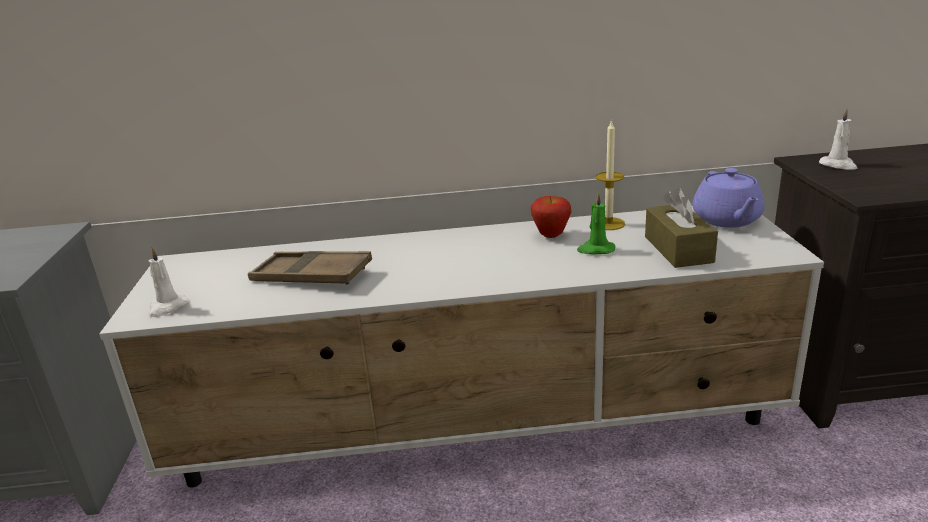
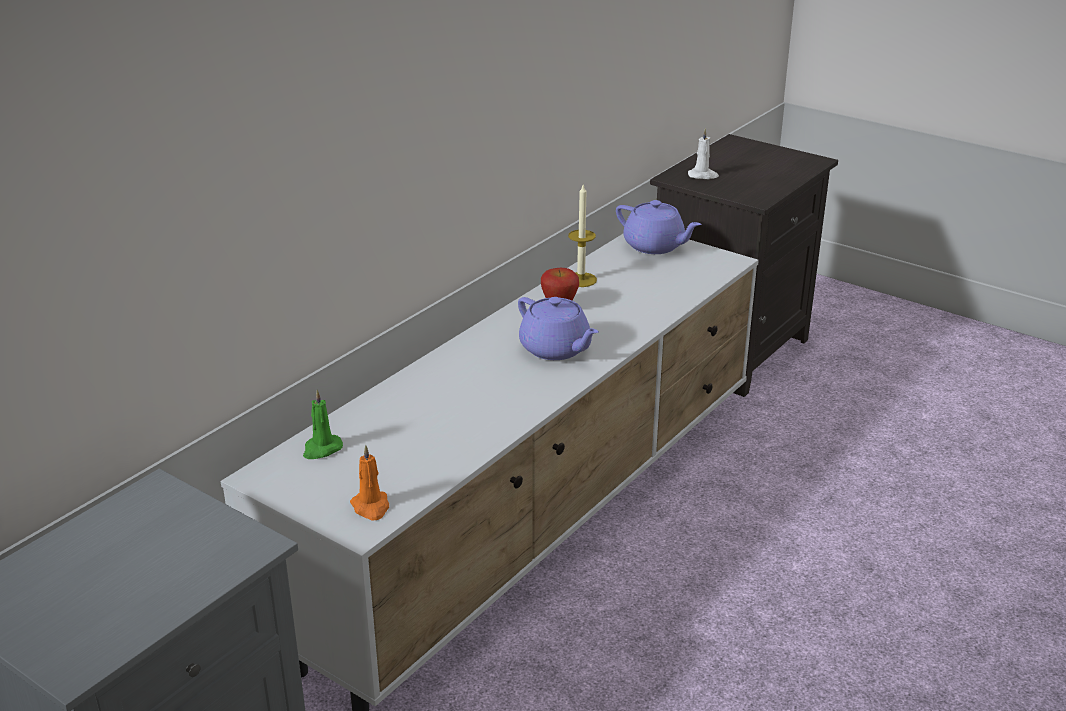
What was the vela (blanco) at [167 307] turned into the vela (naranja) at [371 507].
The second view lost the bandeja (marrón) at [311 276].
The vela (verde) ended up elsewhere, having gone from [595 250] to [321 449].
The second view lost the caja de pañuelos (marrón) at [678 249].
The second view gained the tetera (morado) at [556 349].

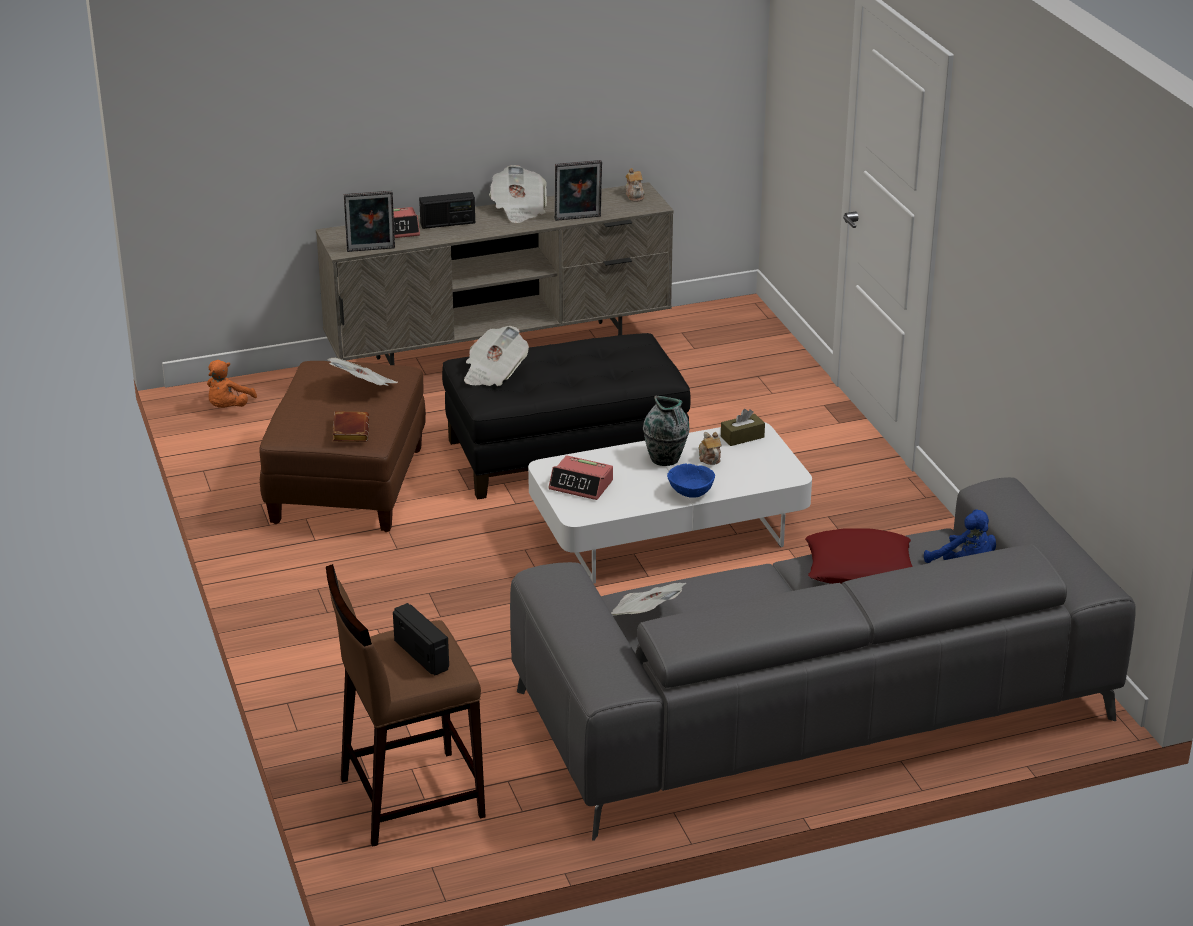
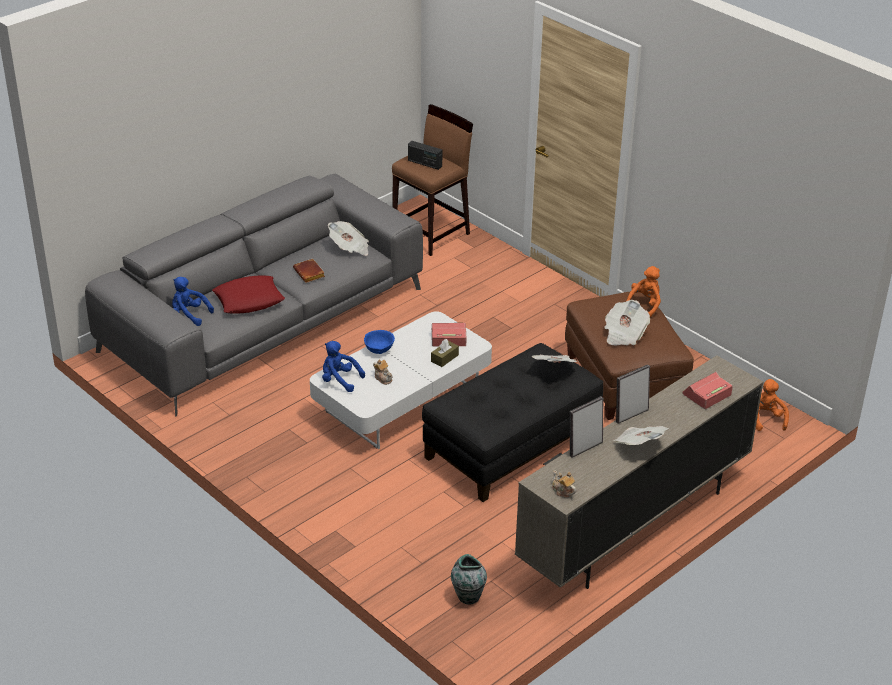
The libro (marrón) ended up elsewhere, having gone from [349 430] to [310 273].
The portarretratos ended up elsewhere, having gone from [371 250] to [630 414].
The second view lost the radio at [448 223].
The florero ended up elsewhere, having gone from [665 459] to [468 596].
The caja de pañuelos (marrón) ended up elsewhere, having gone from [742 437] to [444 358].
The second view gained the peluche (azul) at [339 380].
The second view gained the peluche (naranja) at [644 305].

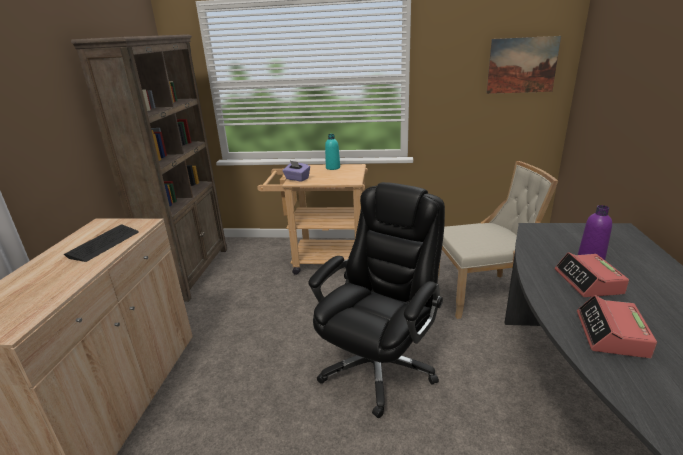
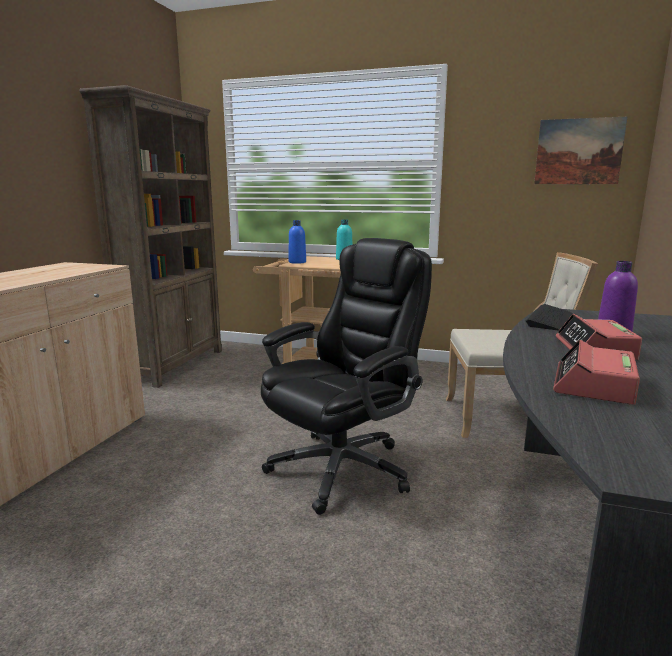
The teclado ended up elsewhere, having gone from [104 244] to [550 319].
Where the caja de pañuelos (morado) stood at [297 179], the botella (azul) came to stand at [297 262].

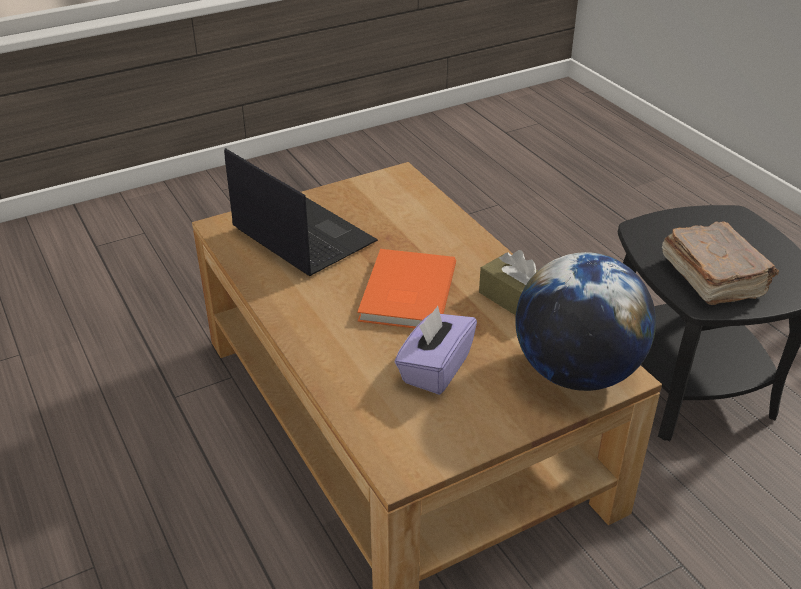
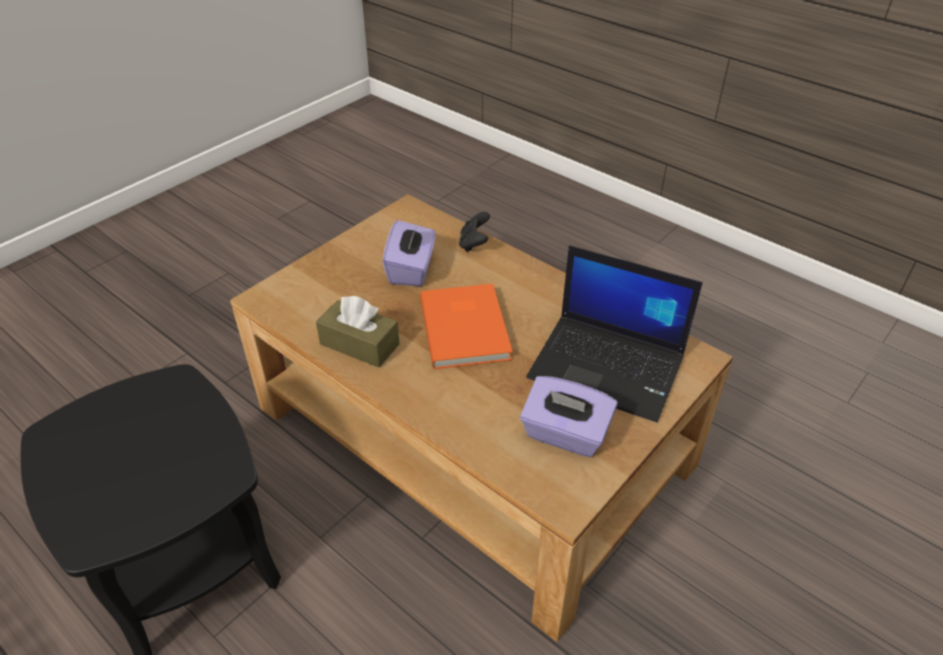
The second view lost the globo terráqueo at [576 372].
The second view lost the libro (marrón) at [712 277].
The second view gained the mando de consola (negro) at [474 244].
The second view gained the caja de pañuelos (morado) at [565 434].

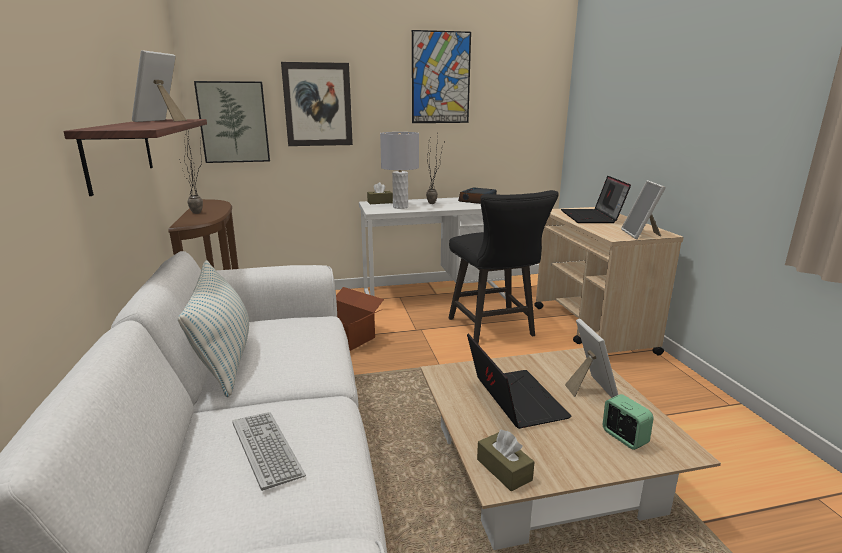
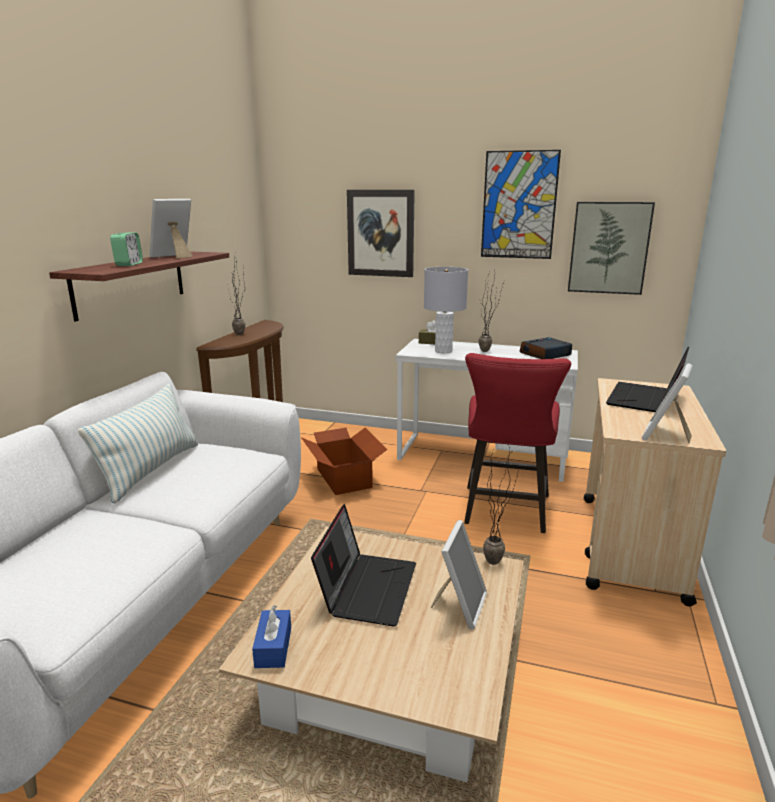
The cuadro ended up elsewhere, having gone from [234 122] to [609 248].
The second view lost the teclado at [266 449].
What was the taburete (negro) at [494 329] turned into the taburete (rojo) at [505 512].
What was the caja de pañuelos (marrón) at [504 469] turned into the caja de pañuelos (azul) at [273 647].
The despertador ended up elsewhere, having gone from [624 437] to [129 264].
The second view gained the planta en maceta at [498 560].

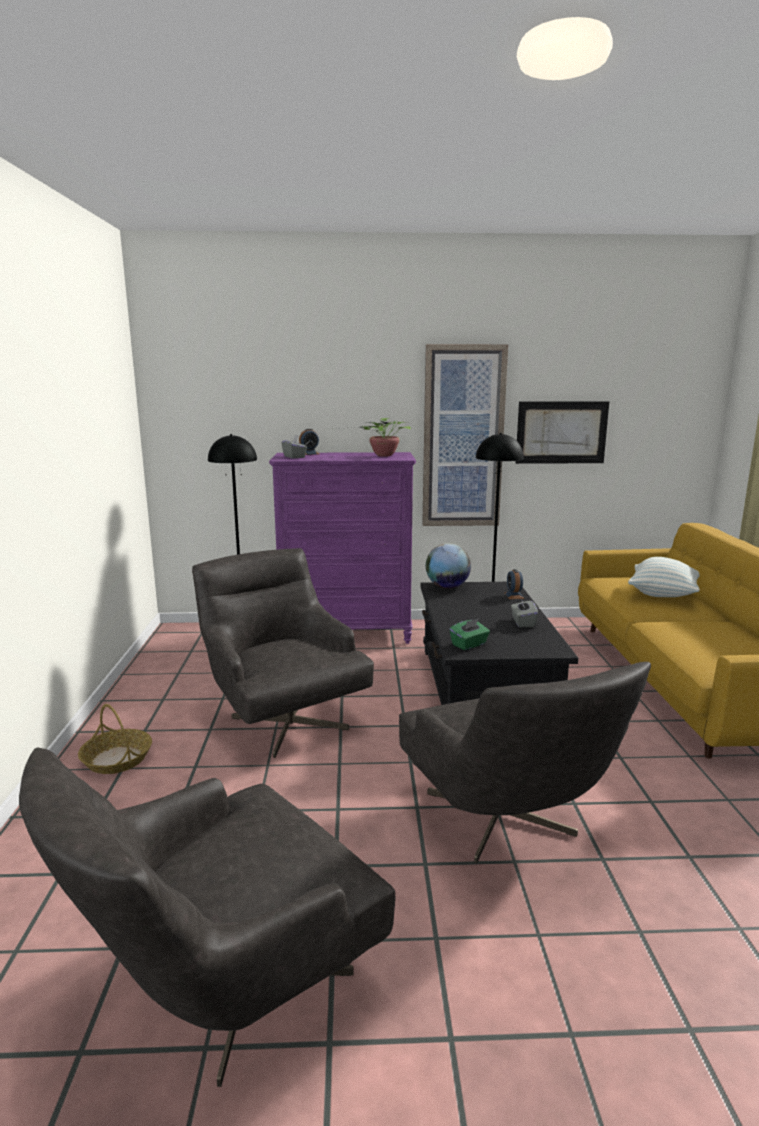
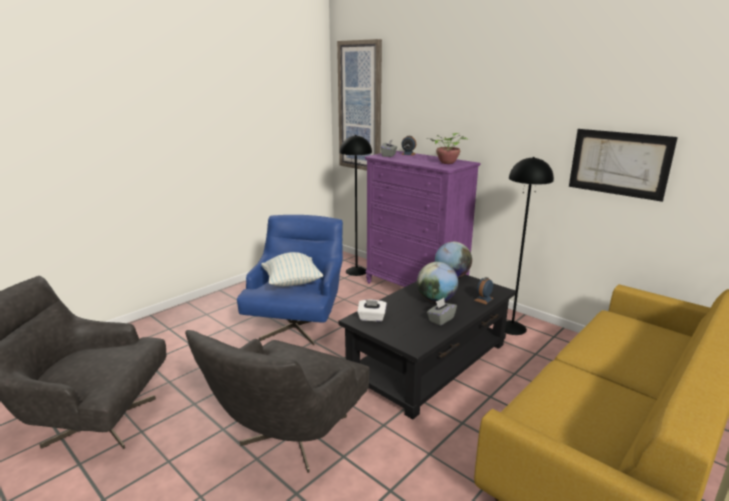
The second view lost the cesta at [117 759].
What was the sillón (gris) at [282 717] turned into the sillón (azul) at [298 323].
The cuadro ended up elsewhere, having gone from [463 437] to [360 107].
What was the caja de pañuelos (verde) at [469 645] turned into the caja de pañuelos (blanco) at [371 318].
The cojín ended up elsewhere, having gone from [662 594] to [292 283].
The second view gained the globo terráqueo at [436 300].

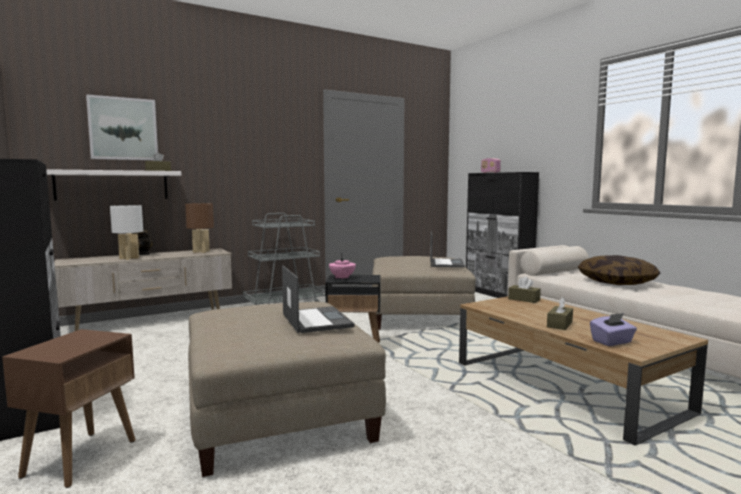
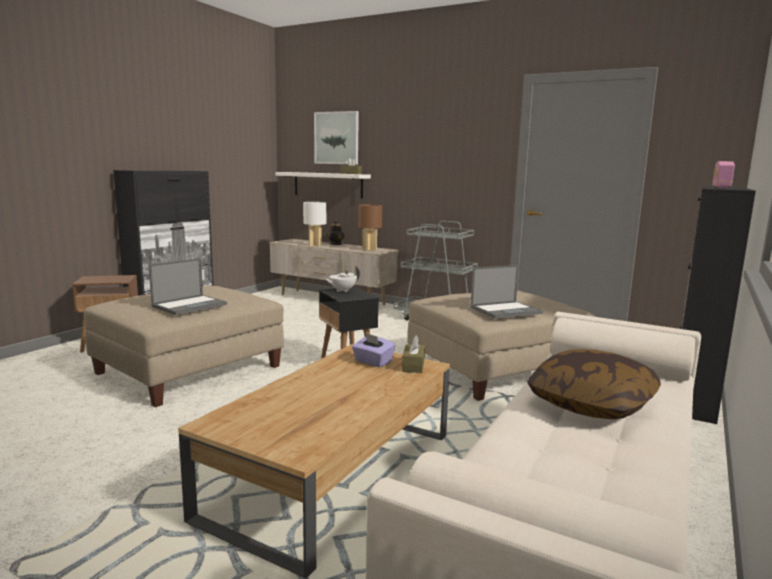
What was the tetera (rosa) at [342 278] turned into the tetera (blanco) at [342 290].
The second view lost the caja de pañuelos (marrón) at [559 324].
The caja de pañuelos (morado) ended up elsewhere, having gone from [612 342] to [373 362].

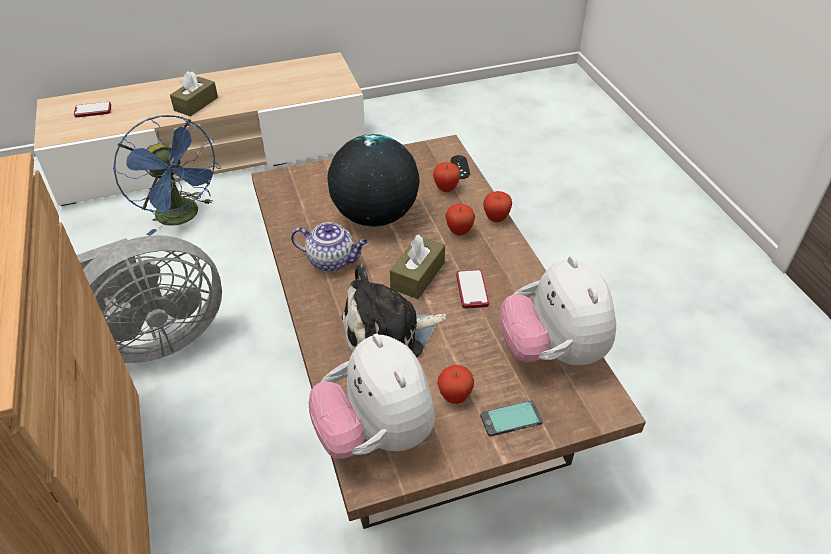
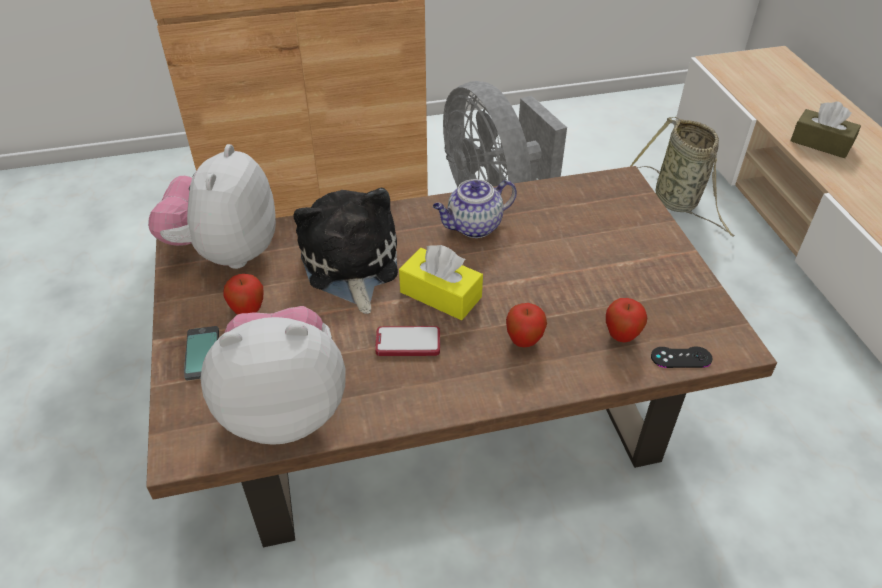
The second view lost the móvil at [93 110].
Where the ventilador (azul) stood at [183 217], the cesta came to stand at [678 203].
The tetera at [332 261] ended up facing another way, 45 degrees clockwise from before.
The peluche at [376 434] ended up facing another way, 60 degrees counterclockwise from before.
The second view lost the globo terráqueo at [374 216].
What was the caja de pañuelos (marrón) at [417 276] turned into the caja de pañuelos (amarillo) at [440 294].
The second view lost the manzana at [496 219].

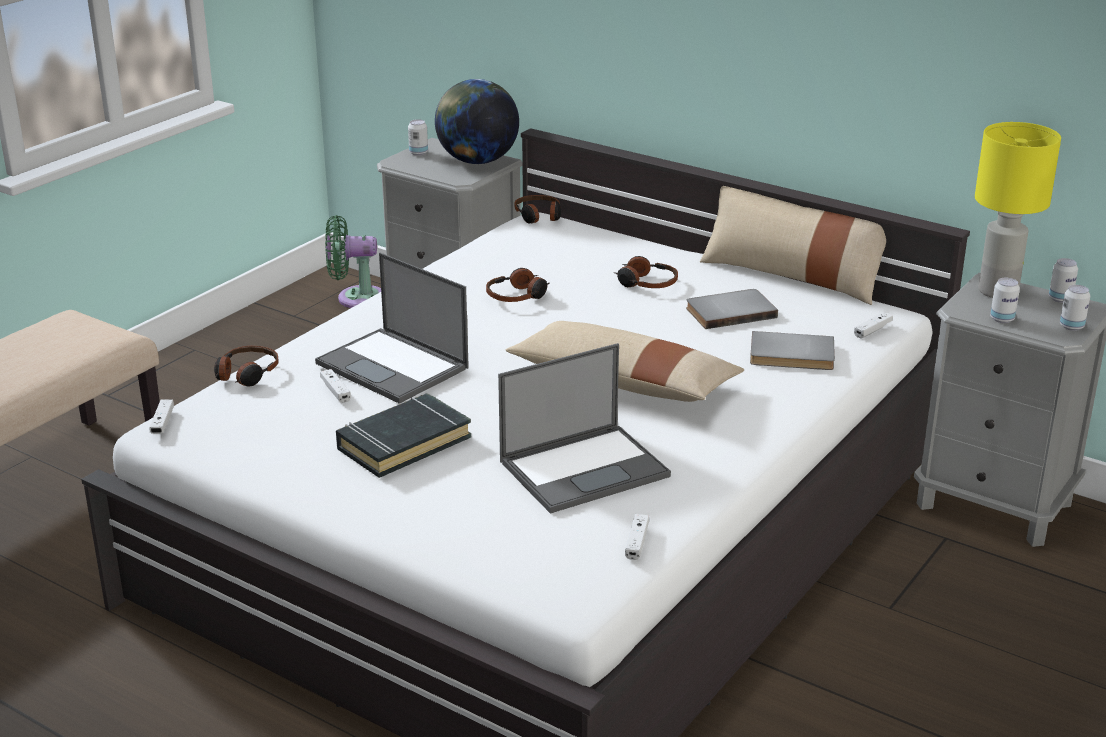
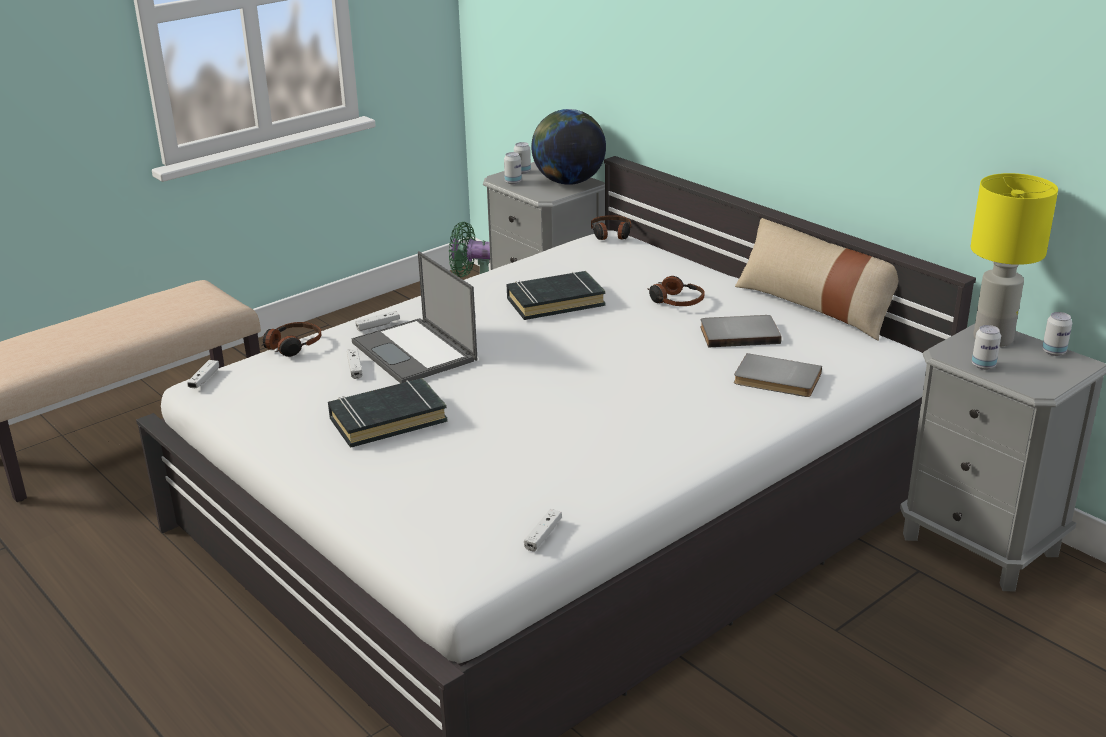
Where the auriculares stood at [517 296], the libro (negro) came to stand at [555 301].
The second view lost the portátil at [585 468].
The second view lost the cojín (beis) at [623 383].
The mando de consola (blanco) ended up elsewhere, having gone from [872 330] to [378 325].
The lata ended up elsewhere, having gone from [1071 326] to [513 182].

